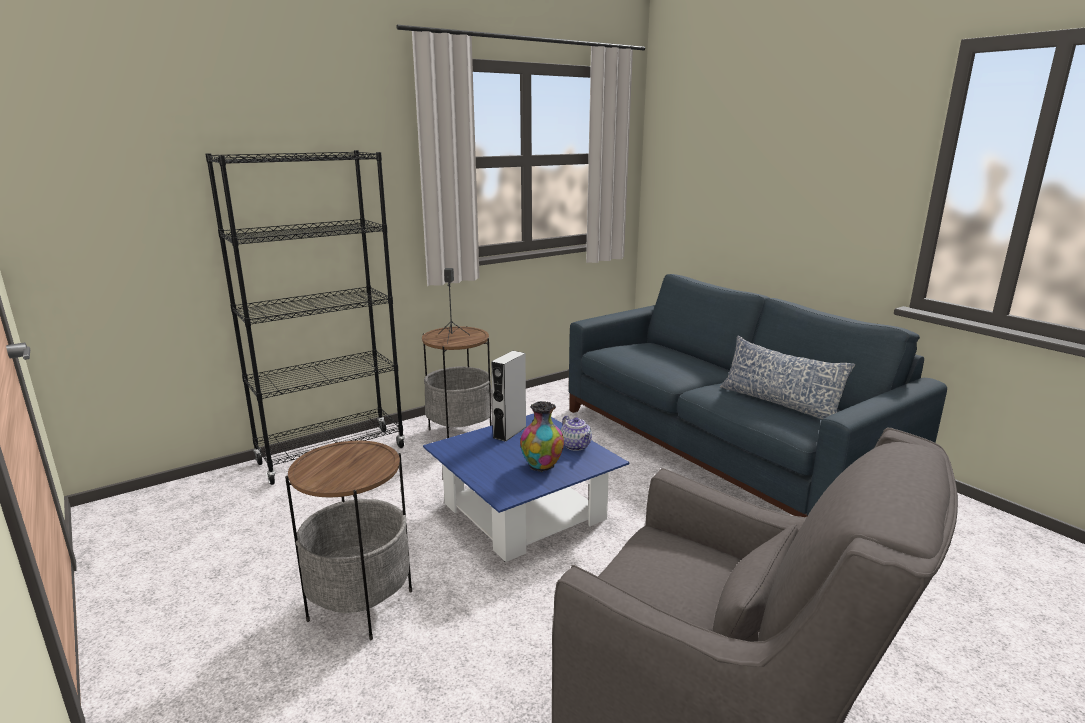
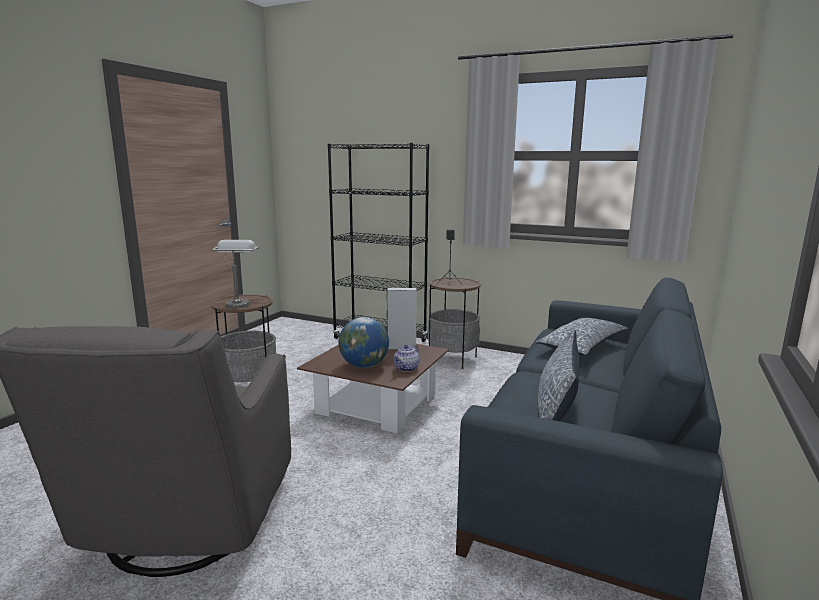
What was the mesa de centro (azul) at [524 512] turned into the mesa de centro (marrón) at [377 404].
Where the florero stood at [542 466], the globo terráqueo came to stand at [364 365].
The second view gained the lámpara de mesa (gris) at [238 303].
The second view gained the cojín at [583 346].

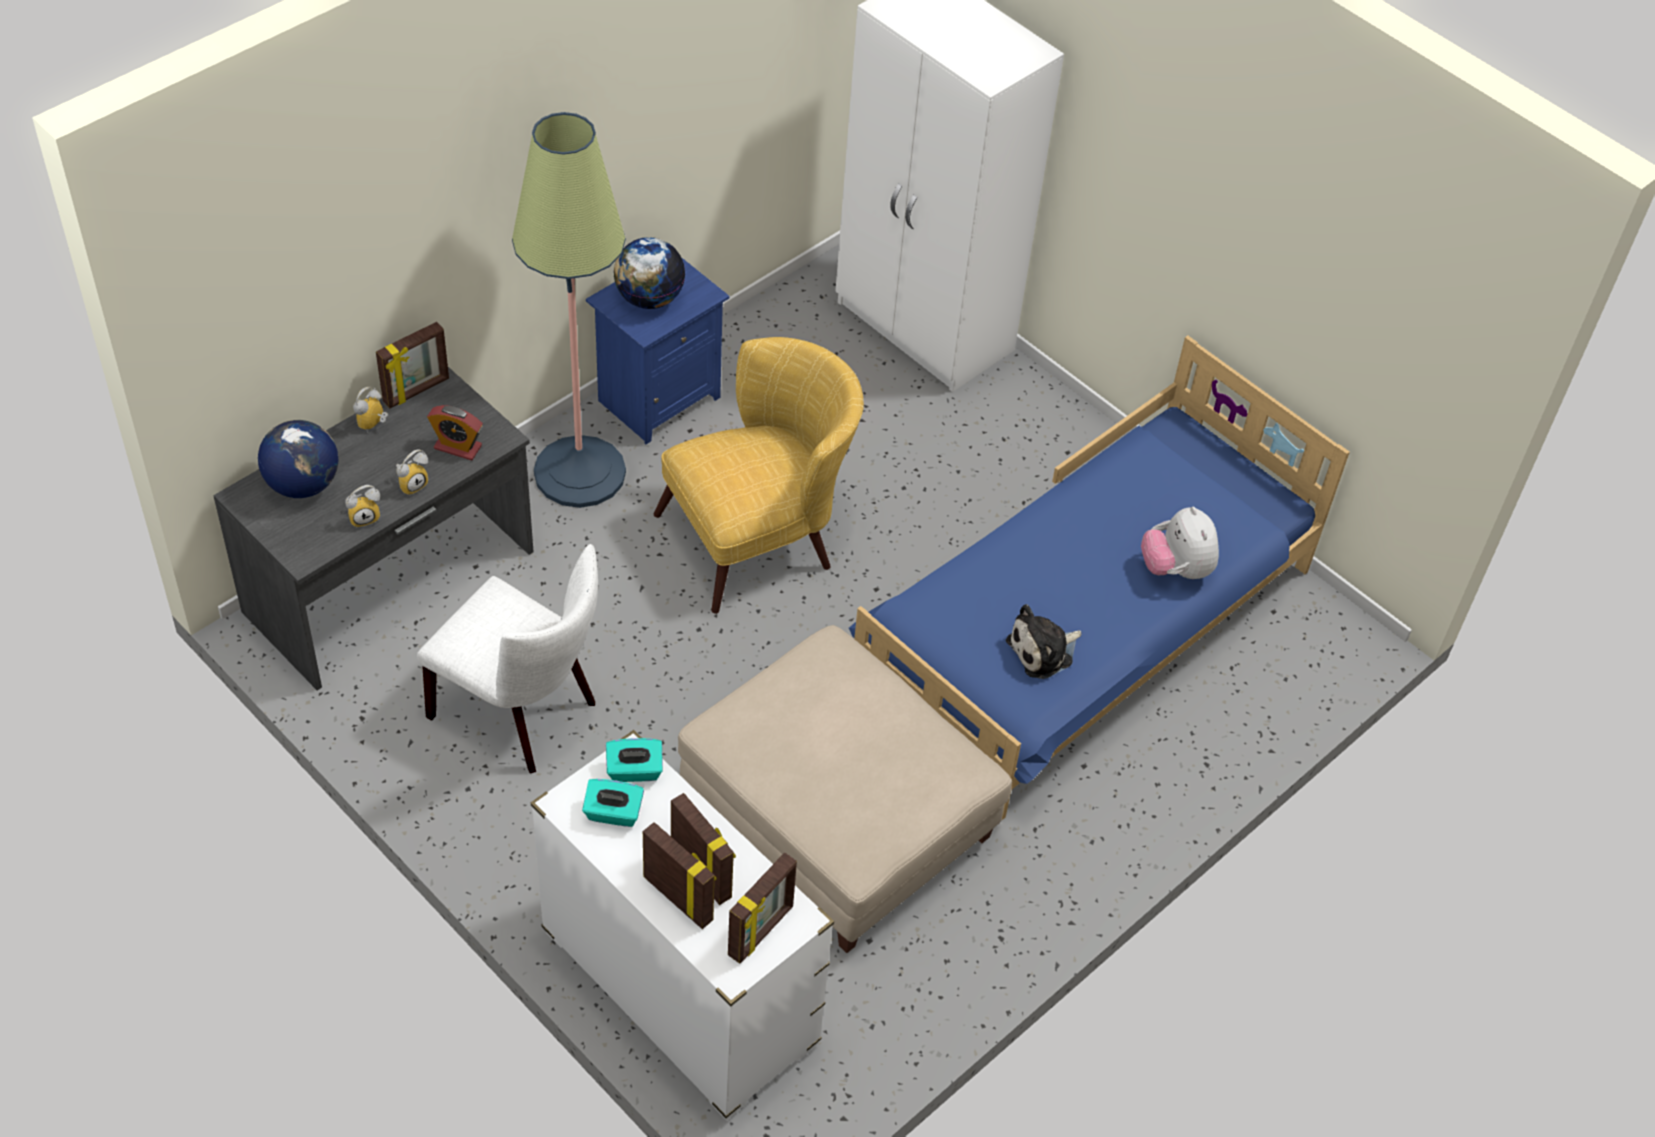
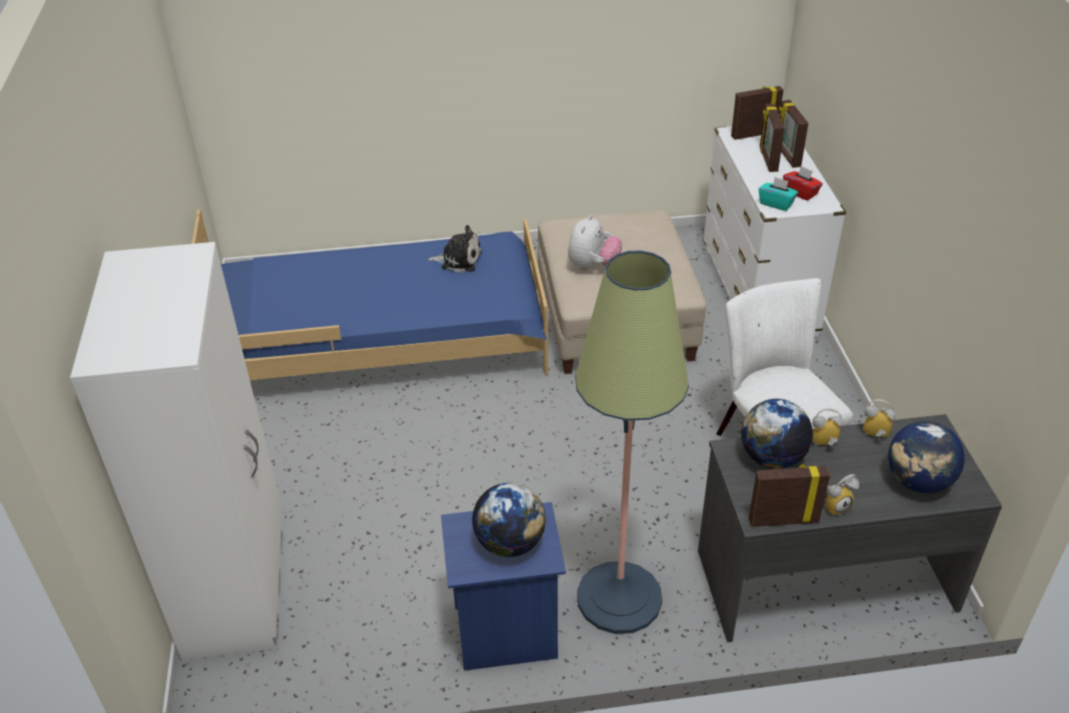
Where the despertador stood at [457 447], the globo terráqueo came to stand at [772 458].
What was the caja de pañuelos (turquesa) at [613 813] turned into the caja de pañuelos (rojo) at [800 193].
The second view lost the sillón (amarillo) at [761 537].
The peluche ended up elsewhere, having gone from [1175 569] to [593 266].

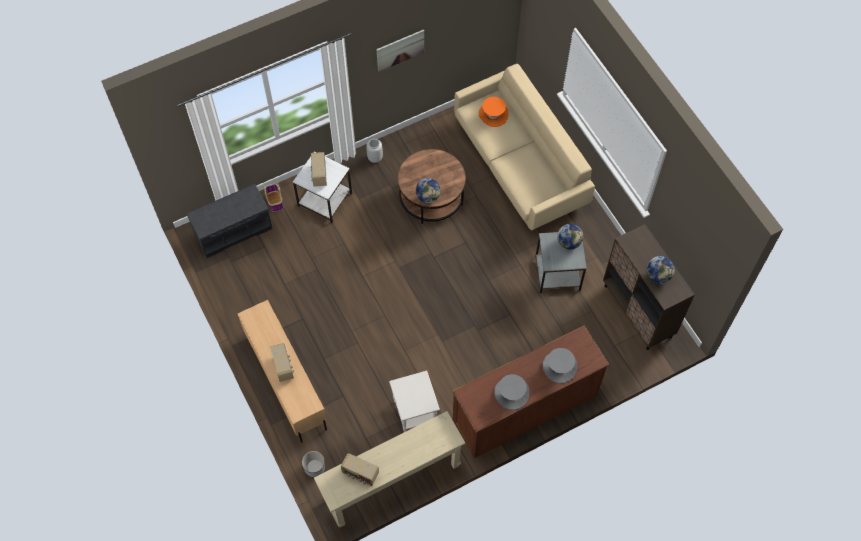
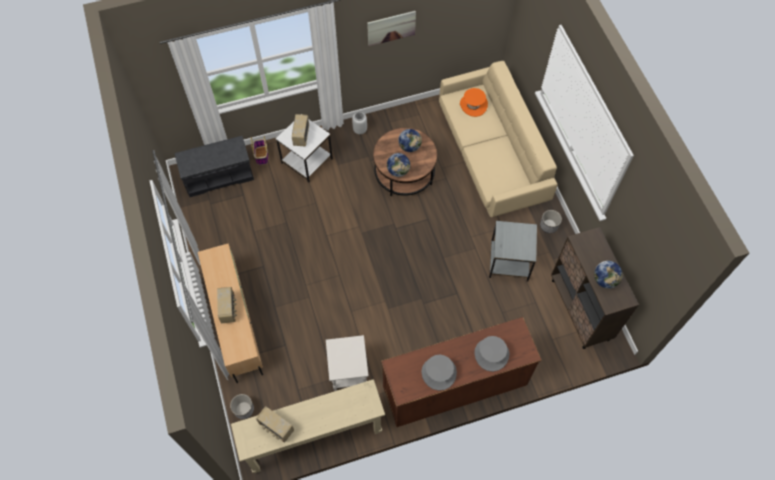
The globo terráqueo ended up elsewhere, having gone from [569 242] to [409 147].
The second view gained the maceta at [549 226].

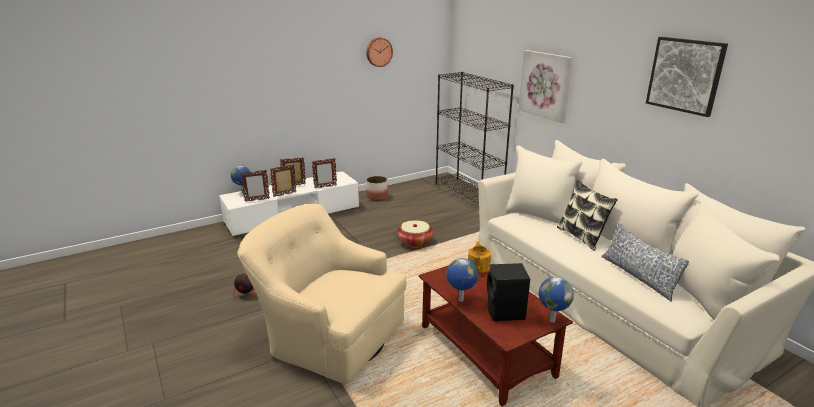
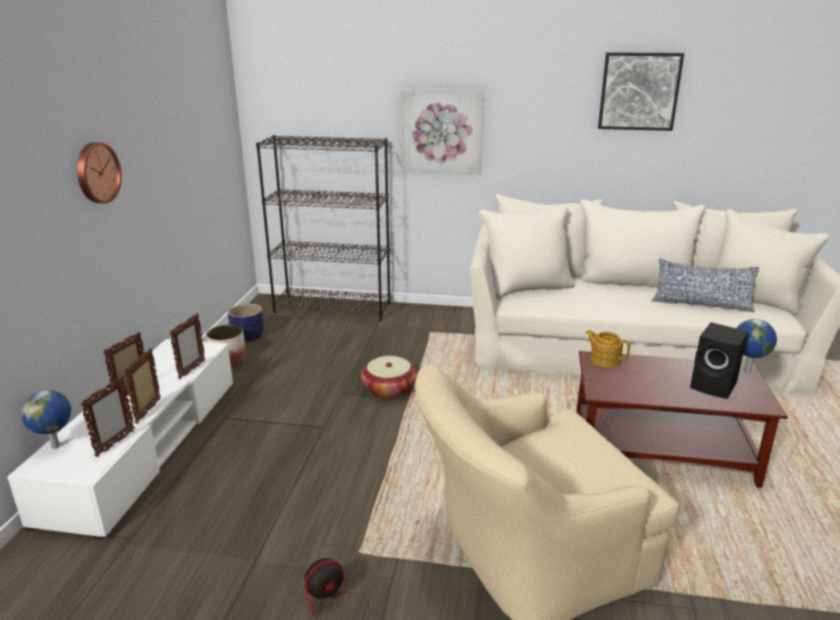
The reloj de pared ended up elsewhere, having gone from [378 52] to [96 172].
The second view lost the globo terráqueo at [460 300].
The second view lost the cojín at [581 237].
The second view gained the maceta at [248 337].

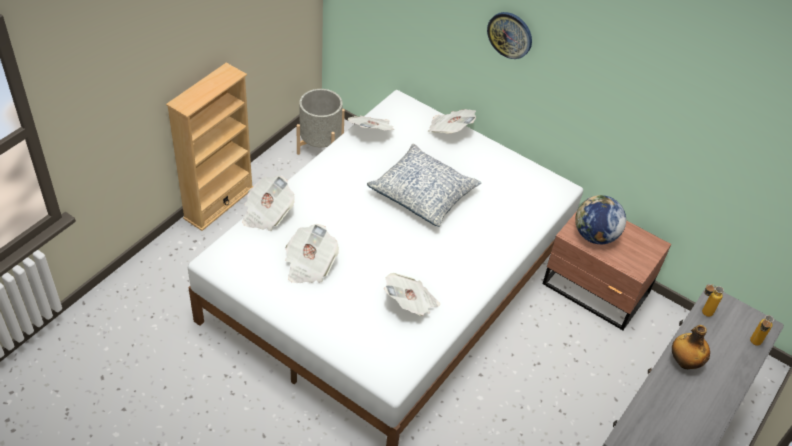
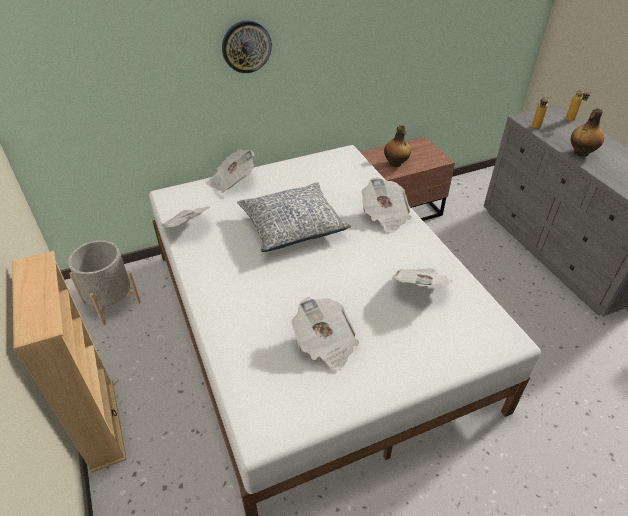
The periódico ended up elsewhere, having gone from [266 213] to [385 216].
Where the globo terráqueo stood at [594 236], the botella came to stand at [395 164].

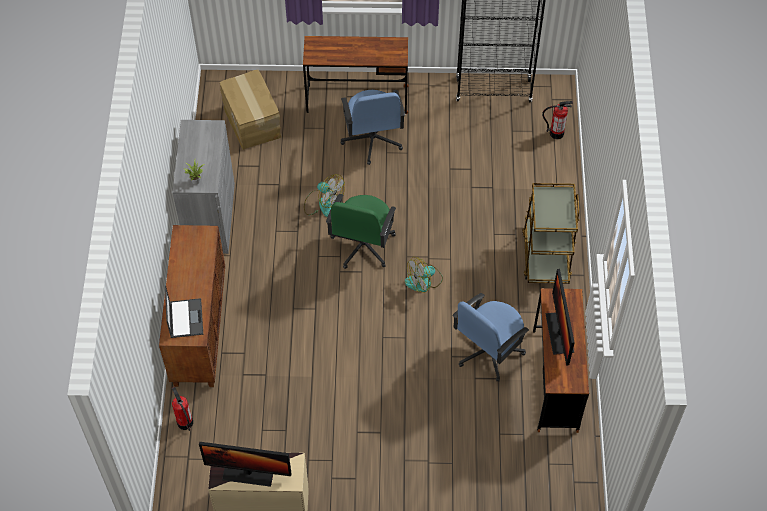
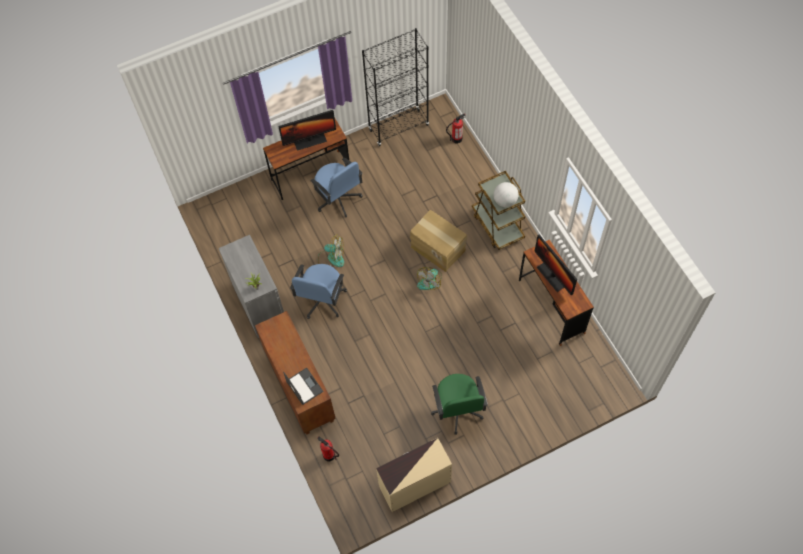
The monitor ended up elsewhere, having gone from [248 473] to [310 140].
The caja de cartón ended up elsewhere, having gone from [253 122] to [438 248].
The silla de oficina (verde) ended up elsewhere, having gone from [362 245] to [457 410].
The silla de oficina (azul) ended up elsewhere, having gone from [488 351] to [322 300].
The second view gained the globo terráqueo at [505 201].

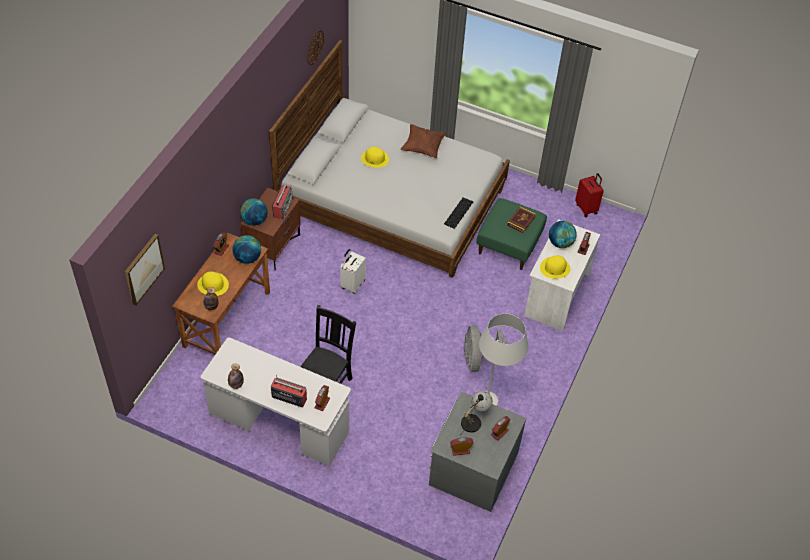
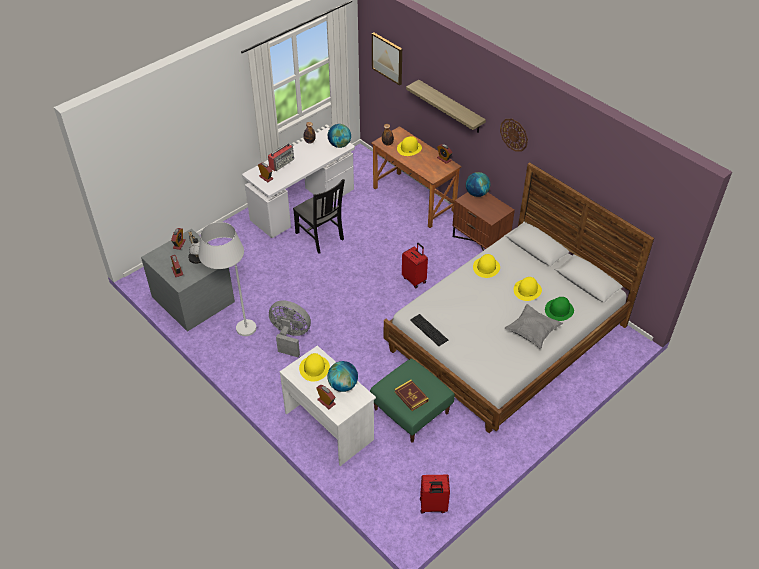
The globo terráqueo ended up elsewhere, having gone from [247 258] to [339 145].
The second view lost the radio at [283 207].
The reloj de pared ended up elsewhere, having gone from [314 47] to [514 134].
What was the maleta (blanco) at [352 284] turned into the maleta (rojo) at [414 279].
What was the cojín (marrón) at [423 147] turned into the cojín (gris) at [532 332].
The second view gained the estante at [450 107].
The second view gained the sombrero (amarillo) at [486 267].
The second view gained the sombrero (verde) at [559 310].

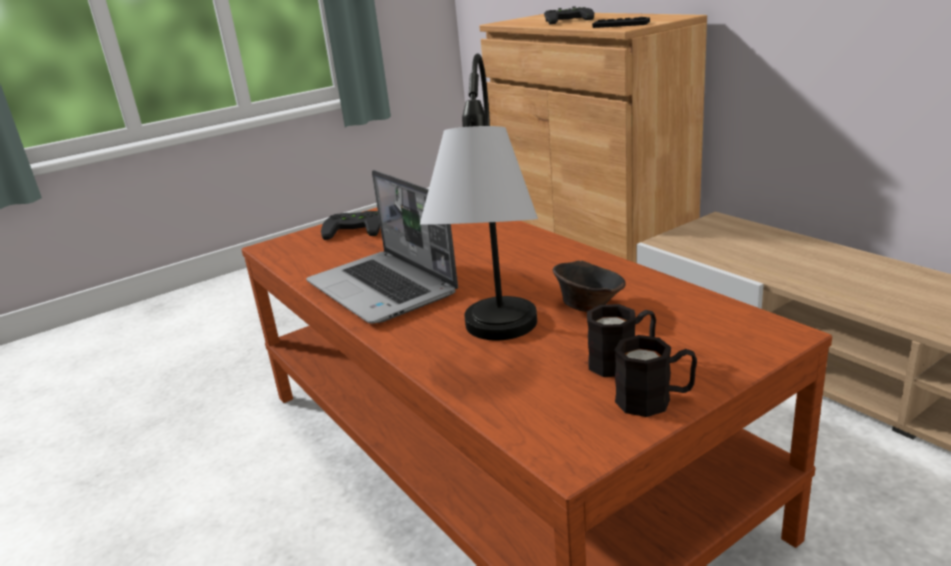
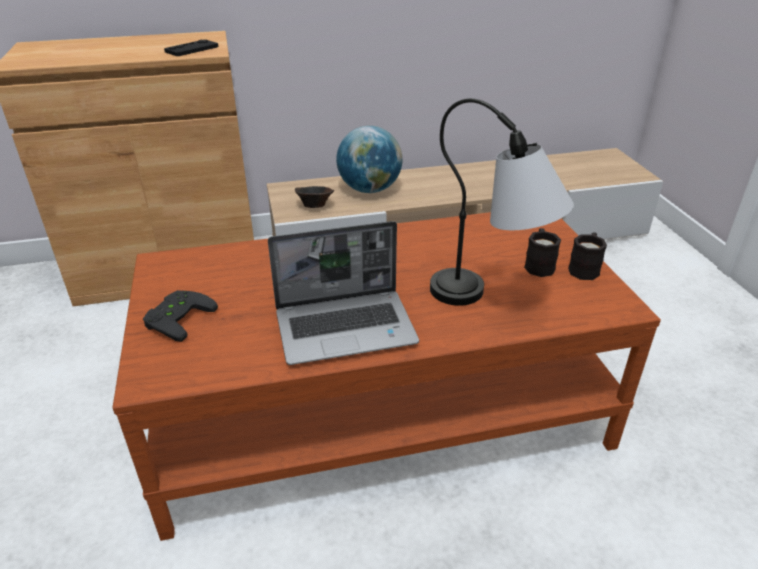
The second view lost the mando de consola (negro) at [567 20].
The cuenco (marrón) ended up elsewhere, having gone from [588 307] to [314 206].
The second view gained the globo terráqueo at [370 189].

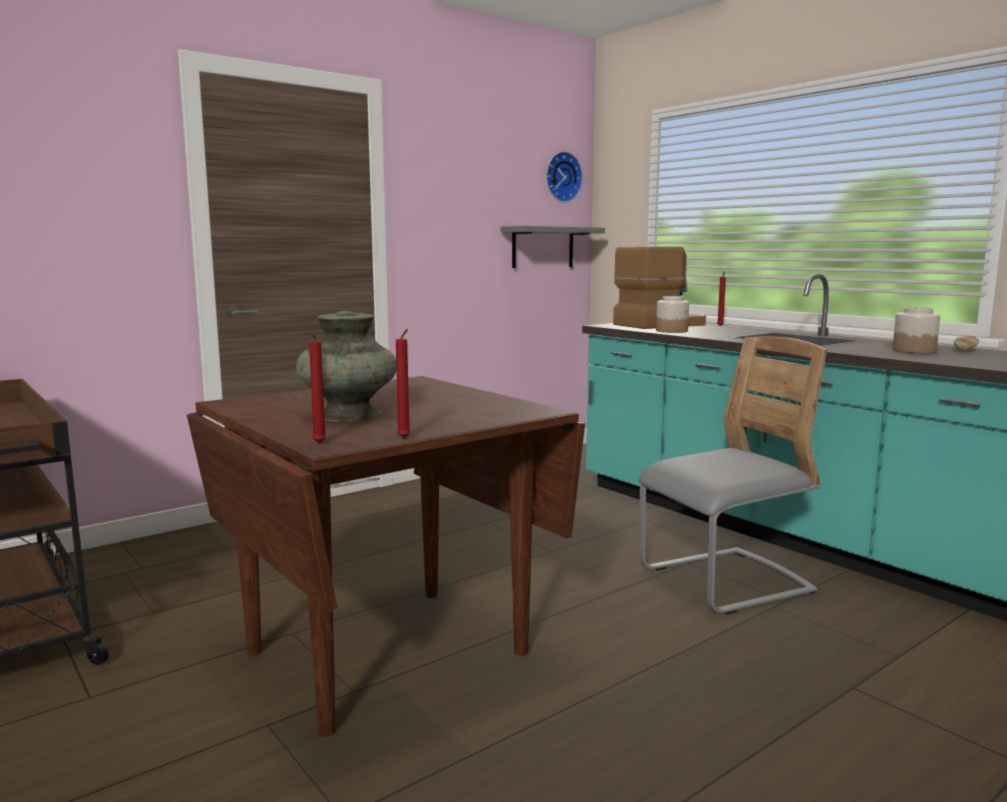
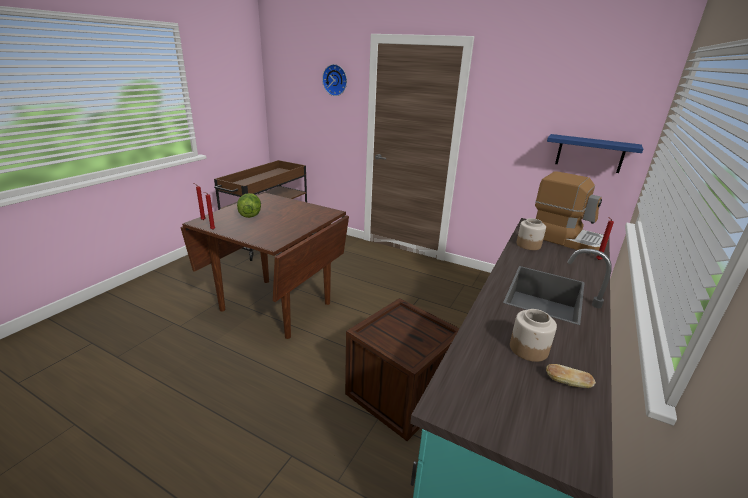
Where the florero (turquesa) stood at [348 415], the lechuga came to stand at [250 215].
What was the estante (gris) at [543 247] turned into the estante (azul) at [590 153].
The reloj de pared ended up elsewhere, having gone from [561 177] to [335 80].
Where the silla (gris) stood at [725 582], the caja de embalaje came to stand at [399 393].

